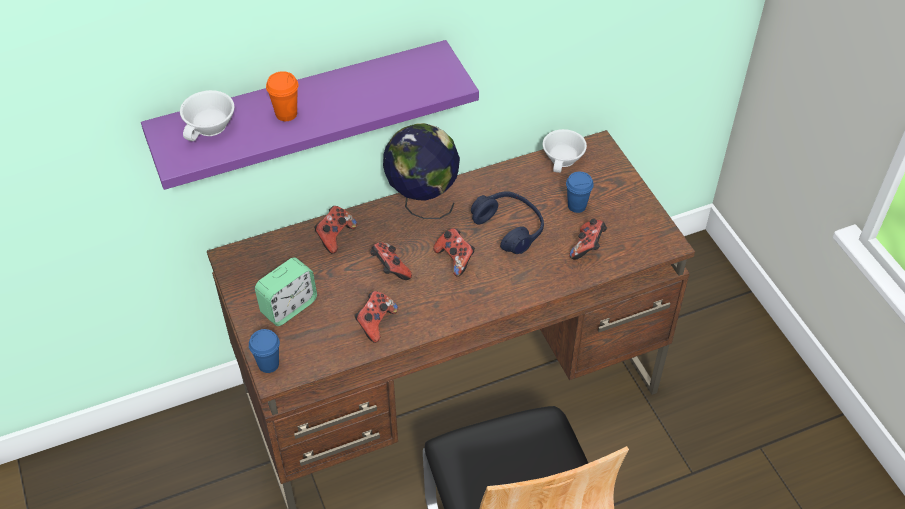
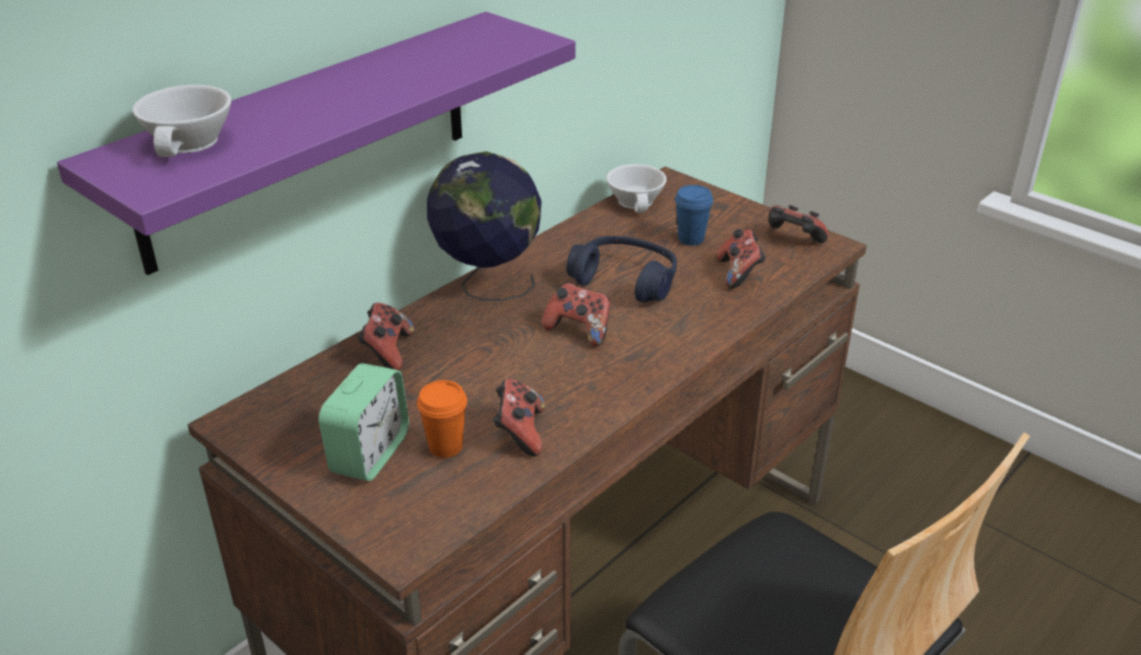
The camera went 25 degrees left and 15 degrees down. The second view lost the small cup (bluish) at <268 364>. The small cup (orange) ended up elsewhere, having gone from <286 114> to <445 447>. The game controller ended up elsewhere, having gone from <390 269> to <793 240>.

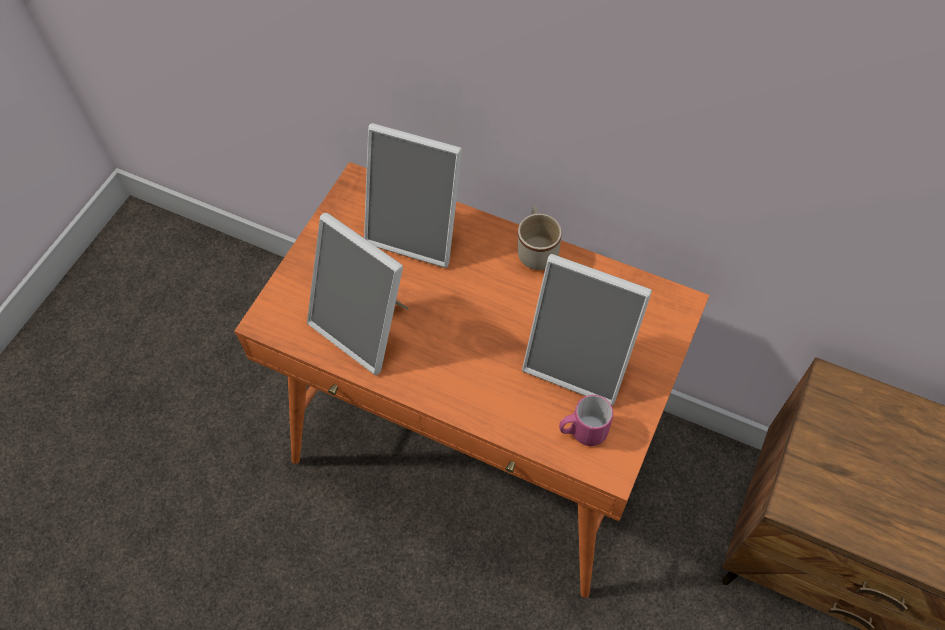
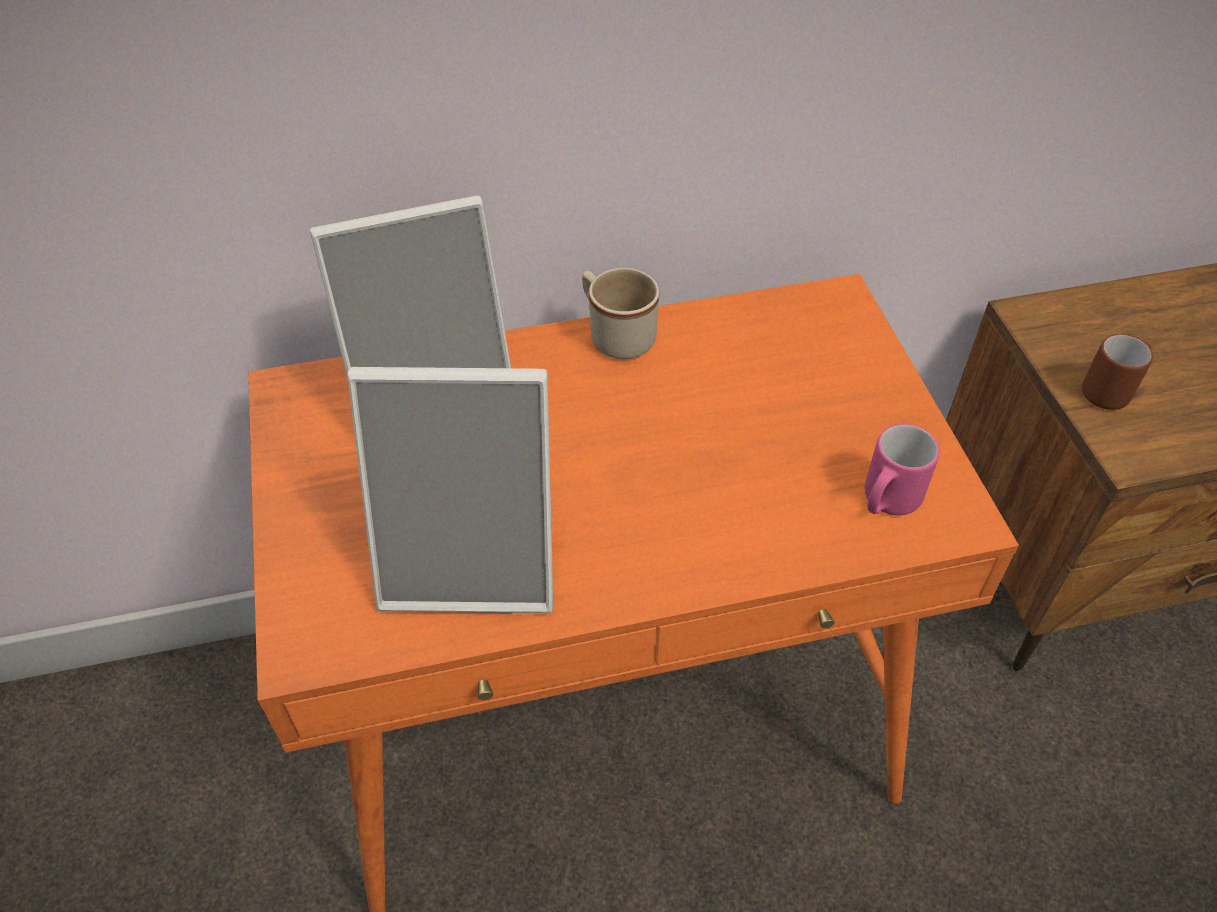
The camera went 40 degrees left and 10 degrees down. The second view lost the picture frame at <580 360>. The second view gained the mug (brown-coloured) at <1111 391>.

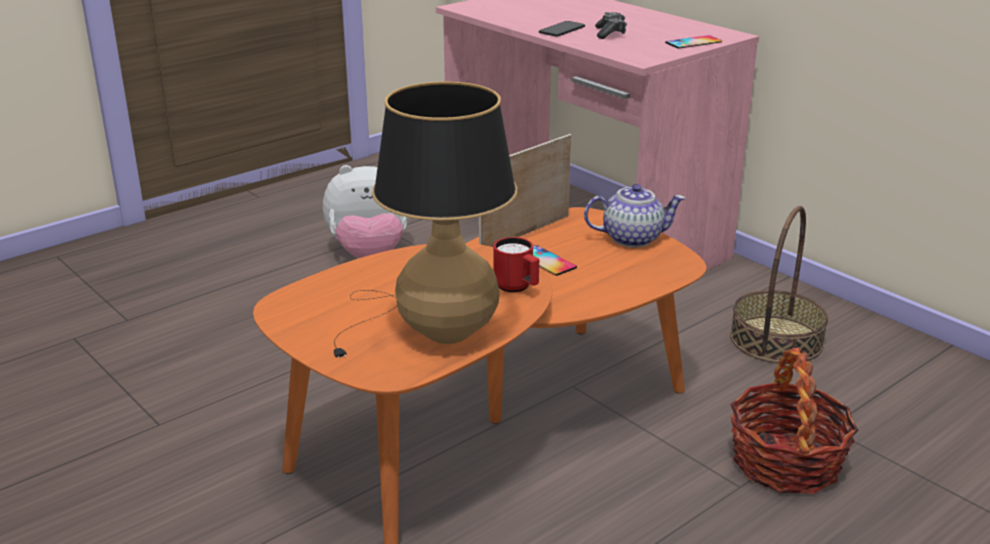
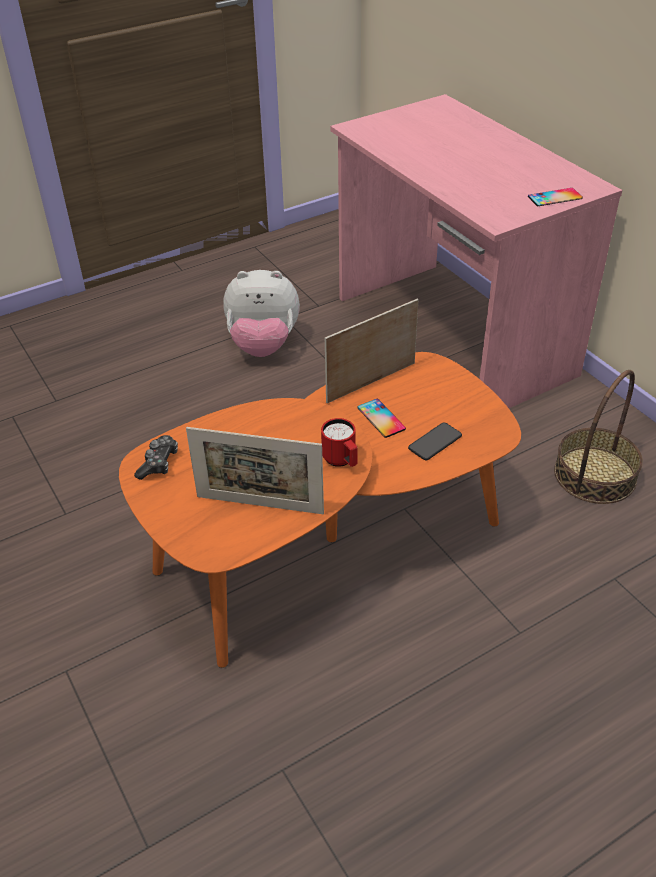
The camera went 10 degrees right and 15 degrees up. The second view lost the pot for tea at <632 238>. The second view lost the household basket at <785 463>. The handset ended up elsewhere, having gone from <562 30> to <435 442>. The game controller ended up elsewhere, having gone from <610 33> to <158 463>. Where the lamp for a table stood at <433 330>, the picture frame came to stand at <259 505>.

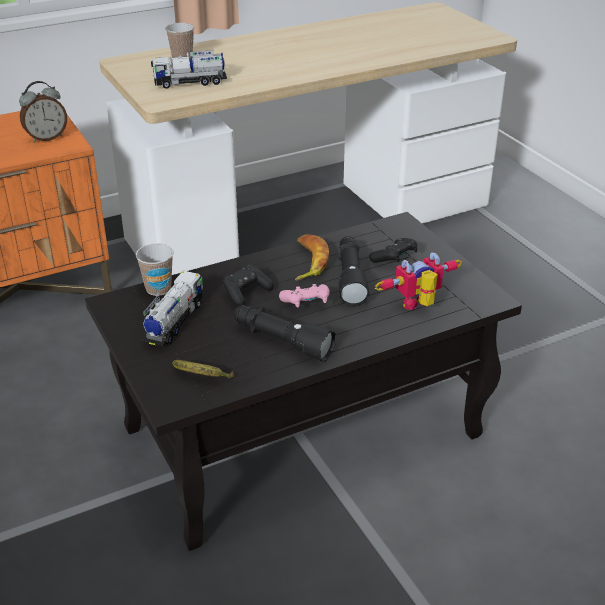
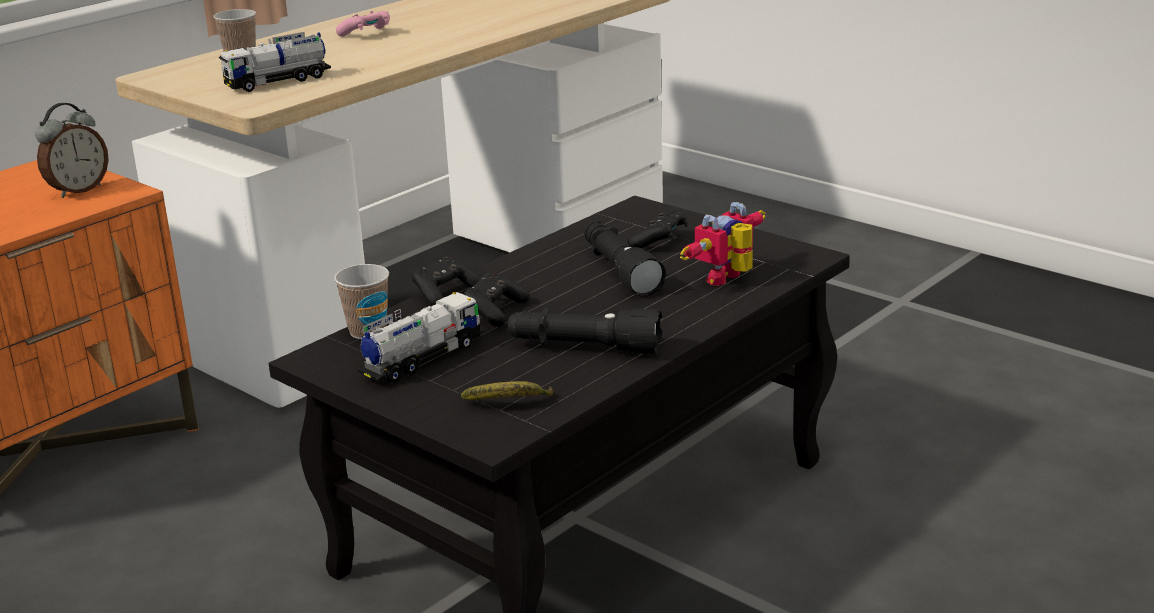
The camera went 20 degrees left and 10 degrees down. The second view lost the whole banana at <308 262>. The second view gained the game controller (black-coloured) at <445 294>. The game controller (pink-coloured) ended up elsewhere, having gone from <306 304> to <366 34>. The model truck at <174 322> ended up facing another way, 45 degrees clockwise from before.

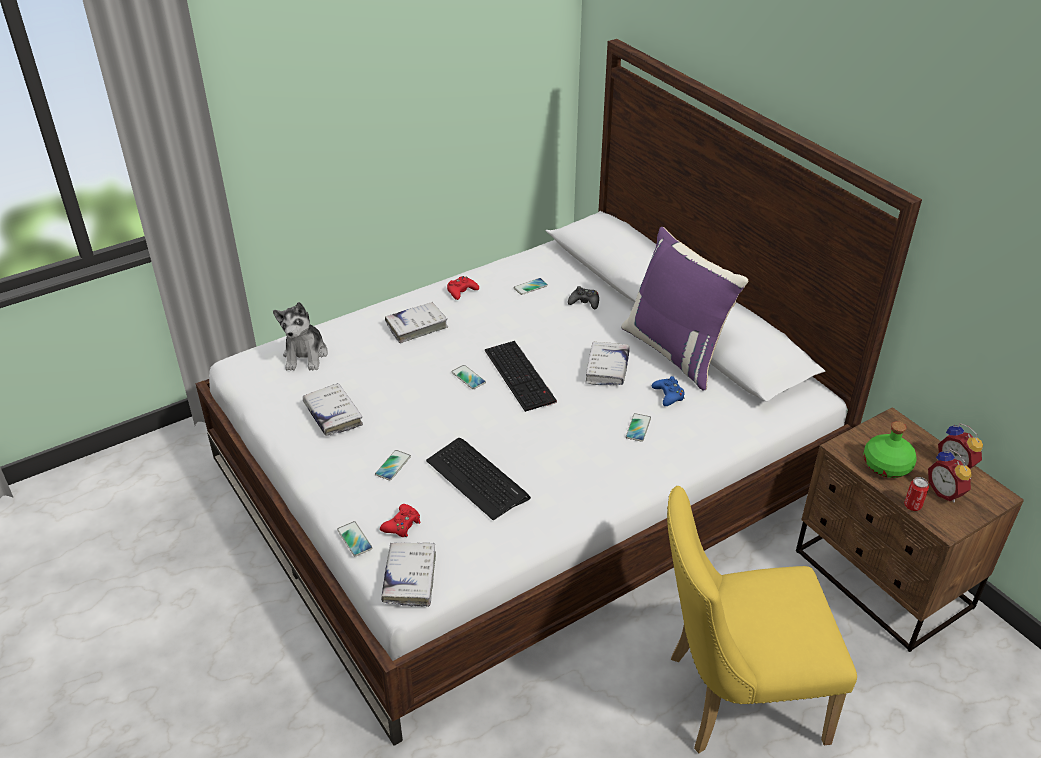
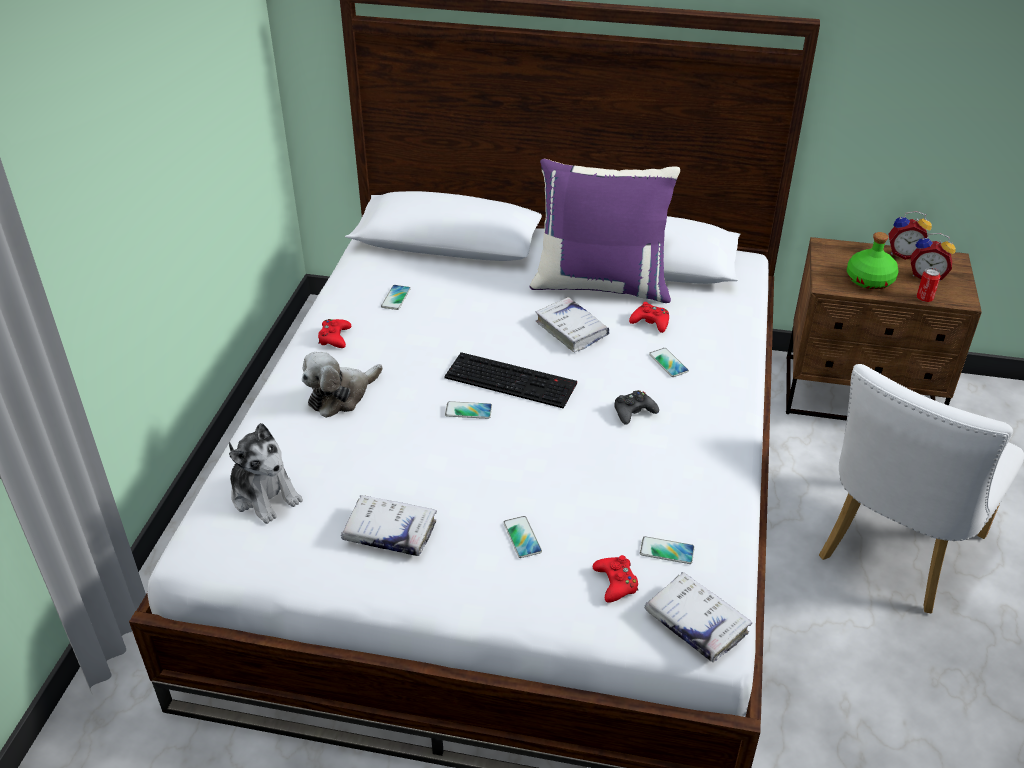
The camera went 45 degrees left and 0 degrees up. The second view lost the keyboard at <477 479>. The handset ended up elsewhere, having gone from <354 539> to <667 551>. The game controller (black-coloured) ended up elsewhere, having gone from <584 302> to <633 412>. Where the bound book (white) stood at <417 326>, the soft toy came to stand at <341 396>. What was the game controller (bluish) at <668 395> turned into the game controller (red) at <650 322>. What was the chair (yellow-coloured) at <733 698> turned into the chair (white) at <894 553>.

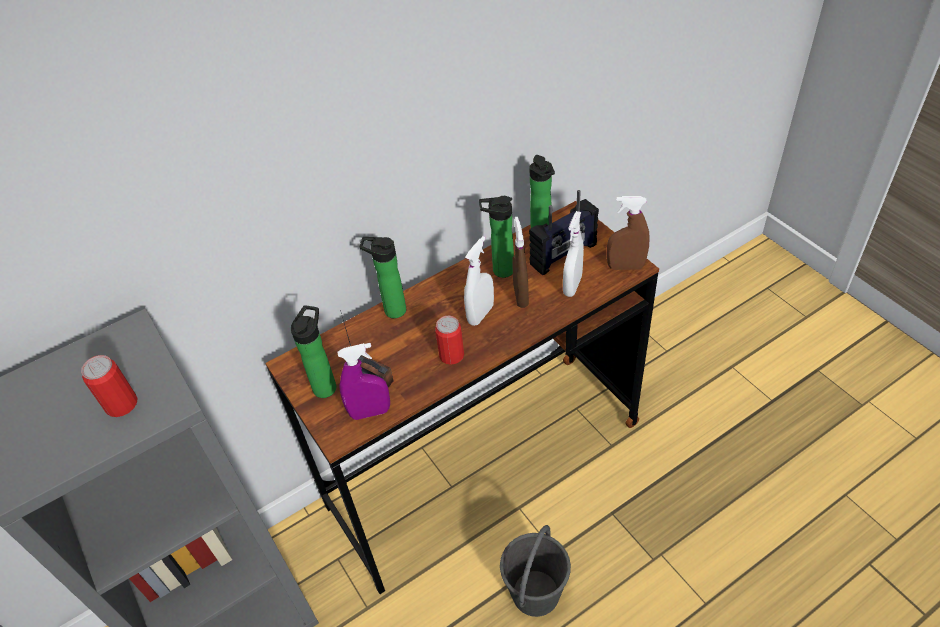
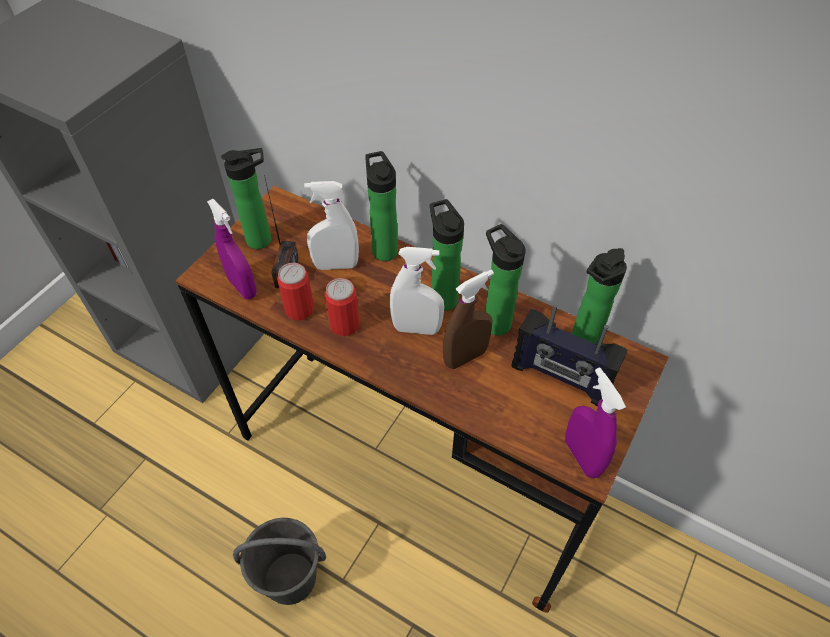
The camera went 60 degrees right and 5 degrees up. The second view gained the bottle at <442 297>. The sealed can ended up elsewhere, having gone from <121 404> to <299 309>. The spray bottle (white) ended up elsewhere, having gone from <572 286> to <336 265>. What was the spray bottle (brown-coloured) at <625 266> turned into the spray bottle (purple-coloured) at <581 457>.

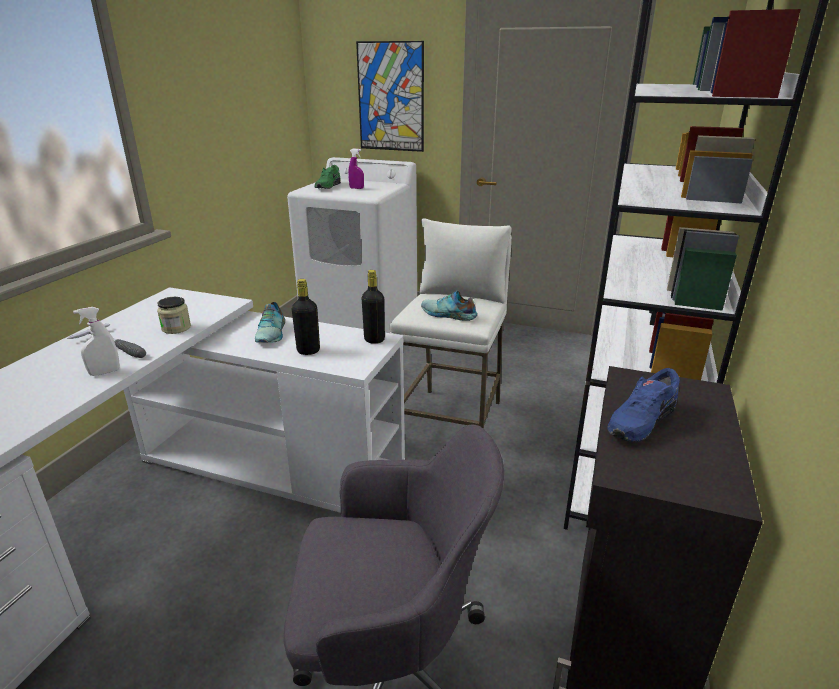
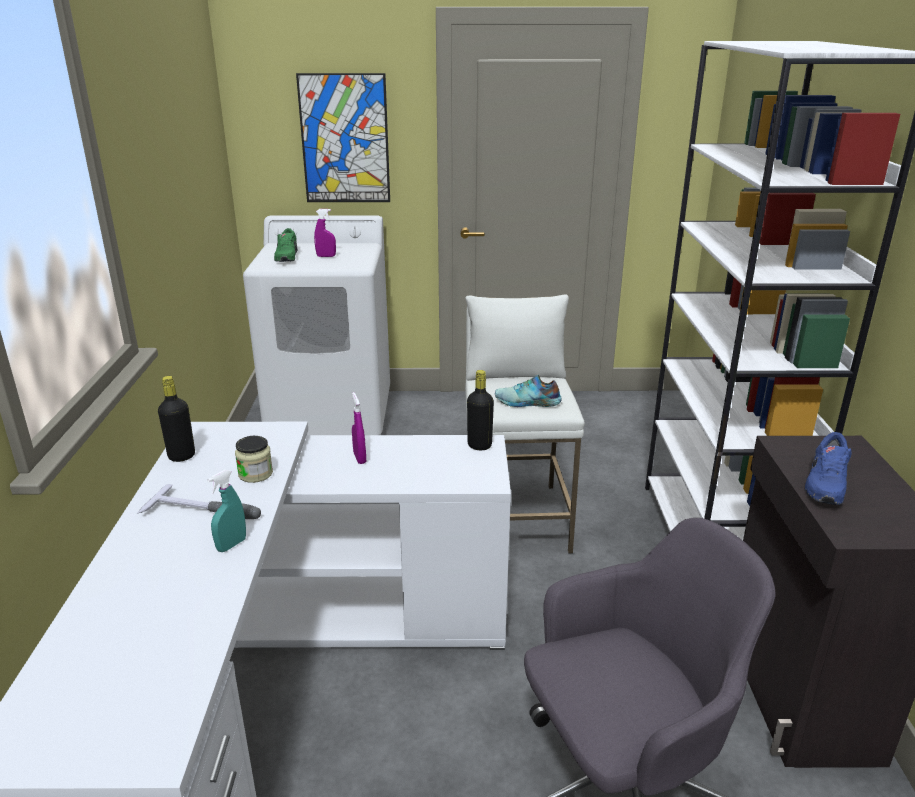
The camera went 20 degrees left and 0 degrees up. The bottle (black-coloured) ended up elsewhere, having gone from <308 351> to <181 456>. Where the shoe stood at <272 333>, the spray bottle (purple-coloured) came to stand at <359 458>. What was the spray bottle (white) at <105 372> turned into the spray bottle (blue-green) at <231 545>.

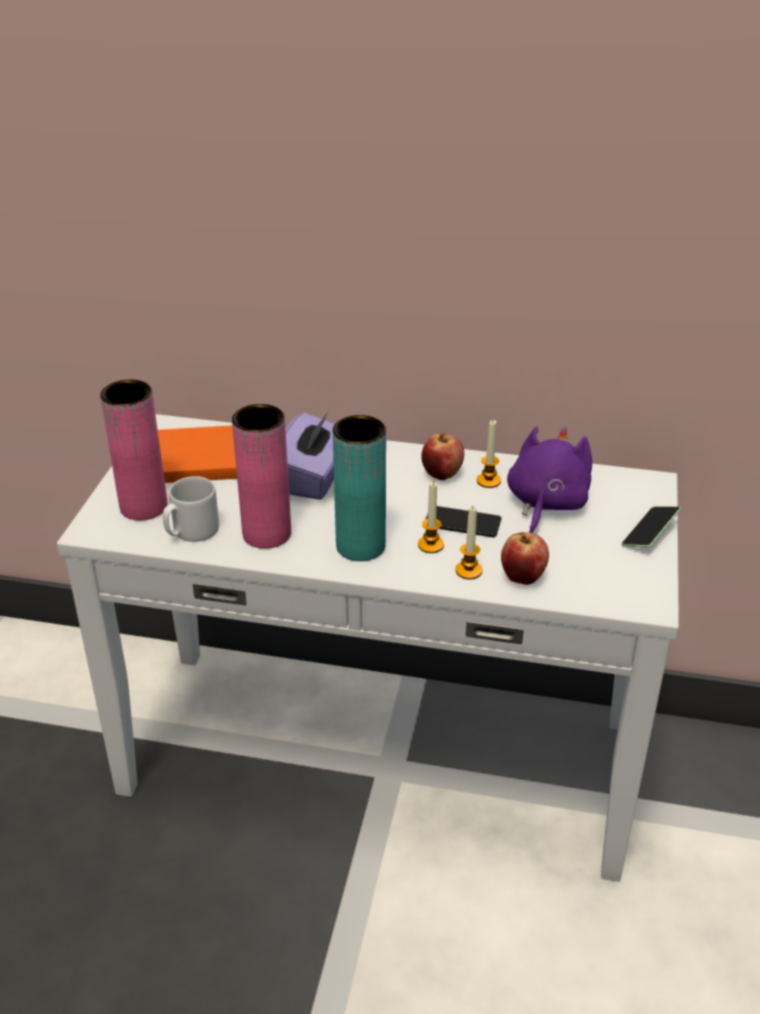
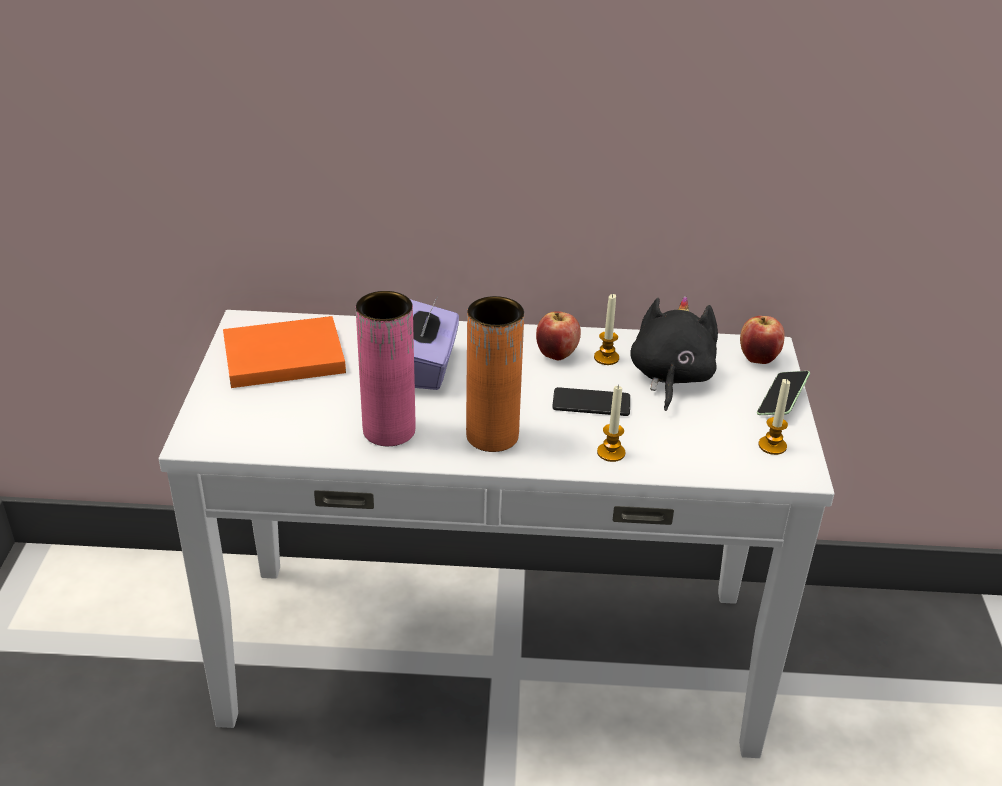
The camera went 10 degrees left and 0 degrees up. The second view lost the decorative vase (pink-coloured) at <143 507>. The second view lost the mug (white) at <191 531>. The candle ended up elsewhere, having gone from <430 545> to <772 446>. The whole apple ended up elsewhere, having gone from <523 577> to <758 358>. What was the decorative vase (blue-green) at <360 546> turned into the decorative vase (orange) at <492 436>. What was the soft toy (purple-coloured) at <545 503> turned into the soft toy (black-coloured) at <670 377>.

